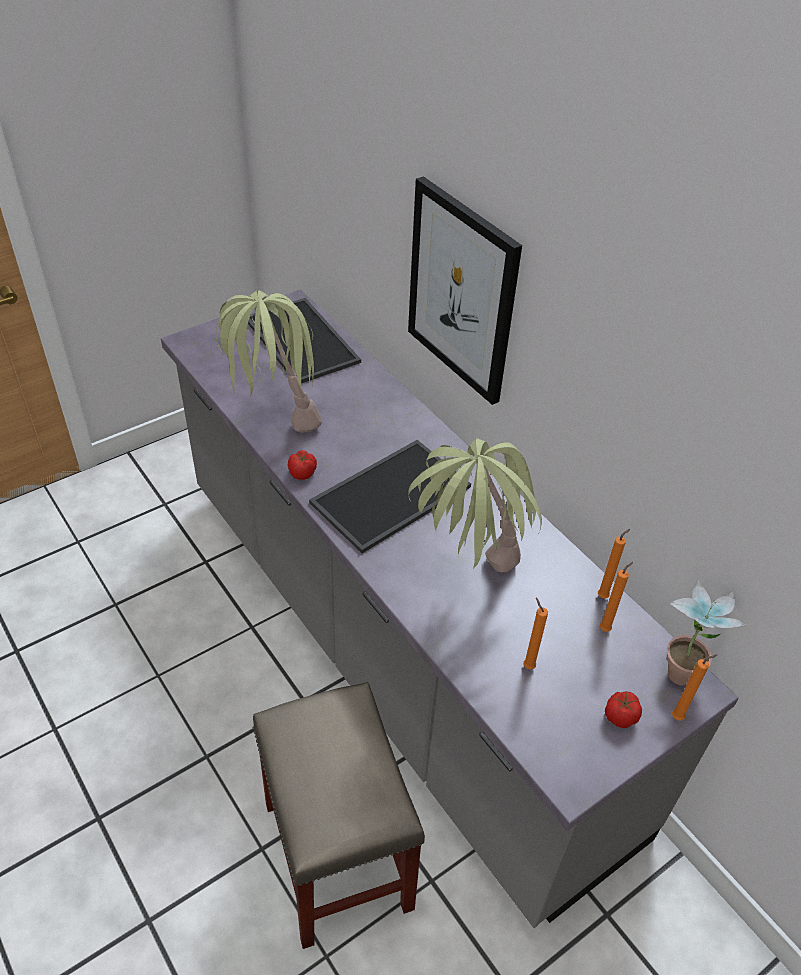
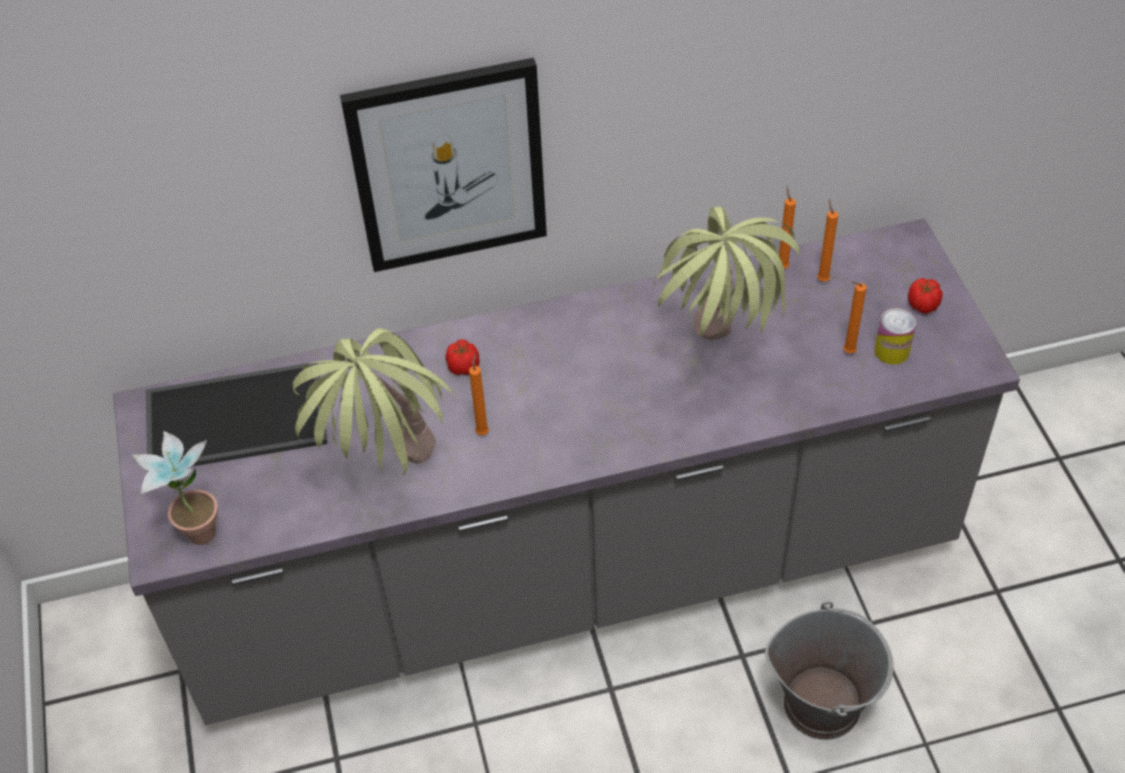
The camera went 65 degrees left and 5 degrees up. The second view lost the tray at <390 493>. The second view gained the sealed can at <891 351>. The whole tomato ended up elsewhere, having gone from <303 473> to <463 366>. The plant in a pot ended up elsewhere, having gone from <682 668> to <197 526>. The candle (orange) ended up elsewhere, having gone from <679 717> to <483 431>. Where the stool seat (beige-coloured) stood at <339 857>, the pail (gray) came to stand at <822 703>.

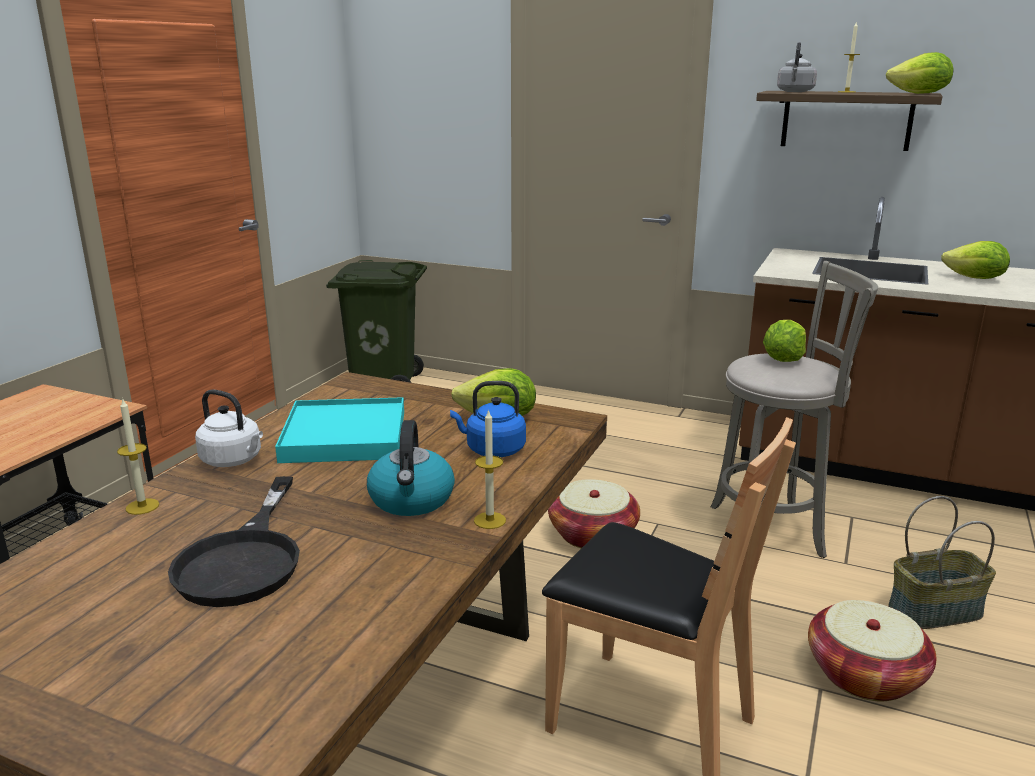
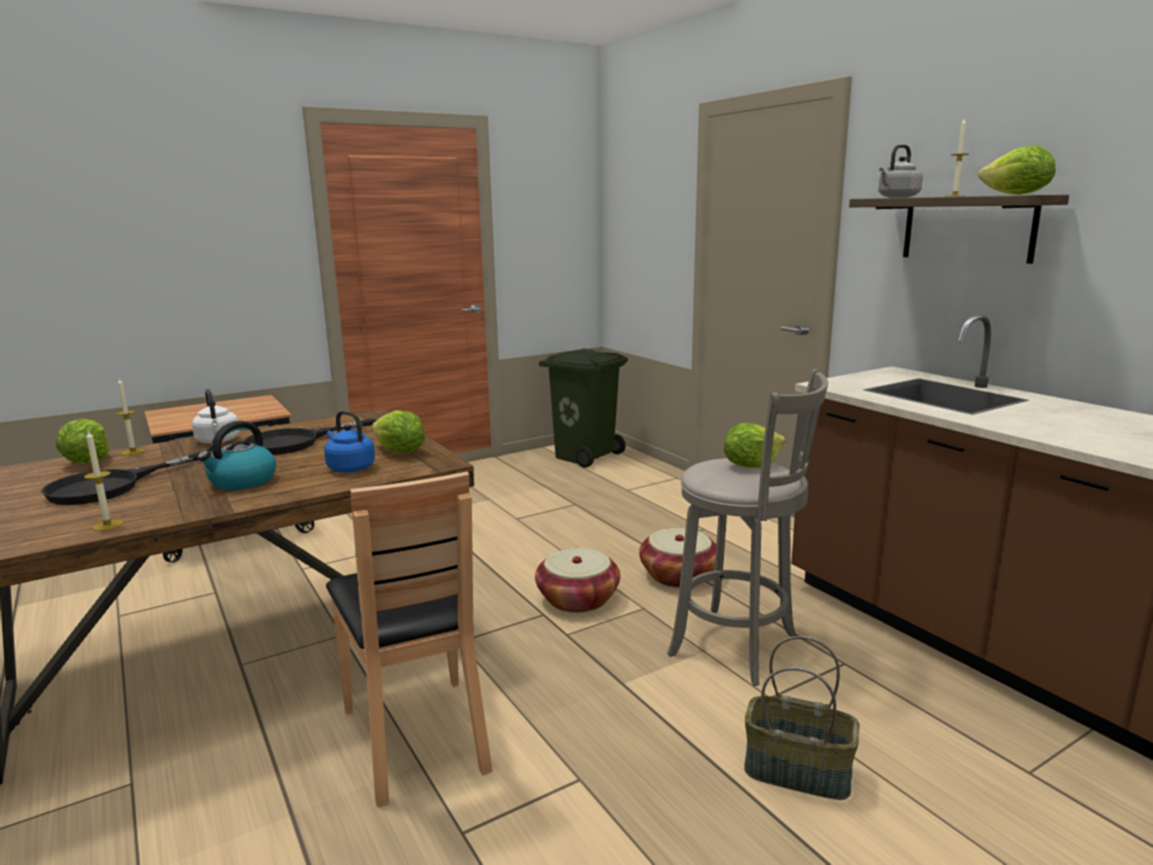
The camera went 35 degrees right and 5 degrees down. The candle ended up elsewhere, having gone from <490 520> to <107 525>. The household basket ended up elsewhere, having gone from <865 675> to <679 576>. The lettuce head ended up elsewhere, having gone from <975 279> to <88 461>. Where the tray (blue-green) stood at <345 436>, the frying pan (black-coloured) came to stand at <295 442>.

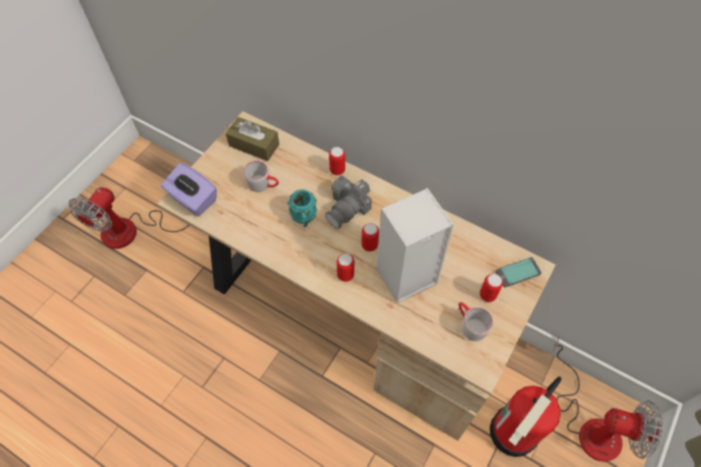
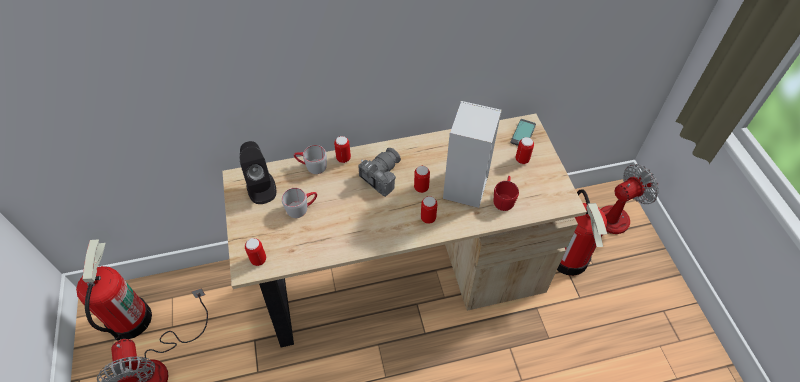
The camera went 45 degrees left and 5 degrees down. The second view lost the mug (blue-green) at <304 219>. The second view gained the fire-fighting cylinder at <129 319>. The second view gained the mug (red) at <504 198>. The mug (gray) ended up elsewhere, having gone from <469 325> to <311 166>. Where the tissue holder (purple-coloured) stood at <193 199>, the sealed can came to stand at <258 259>. Where the tissue holder (brown-coloured) stood at <254 145>, the speaker (black-coloured) came to stand at <261 187>. The still camera at <348 208> ended up facing another way, 135 degrees counterclockwise from before.

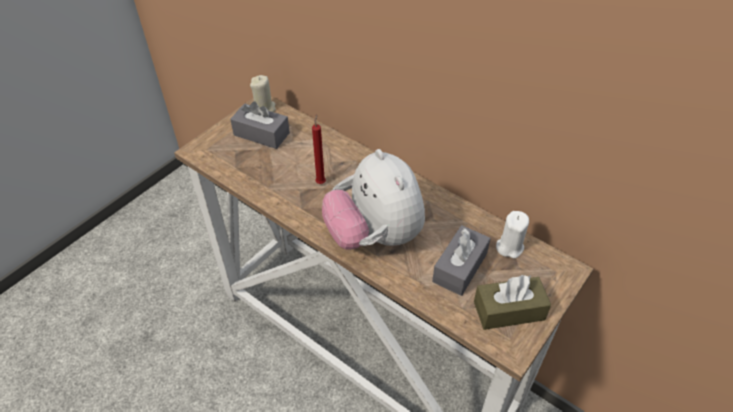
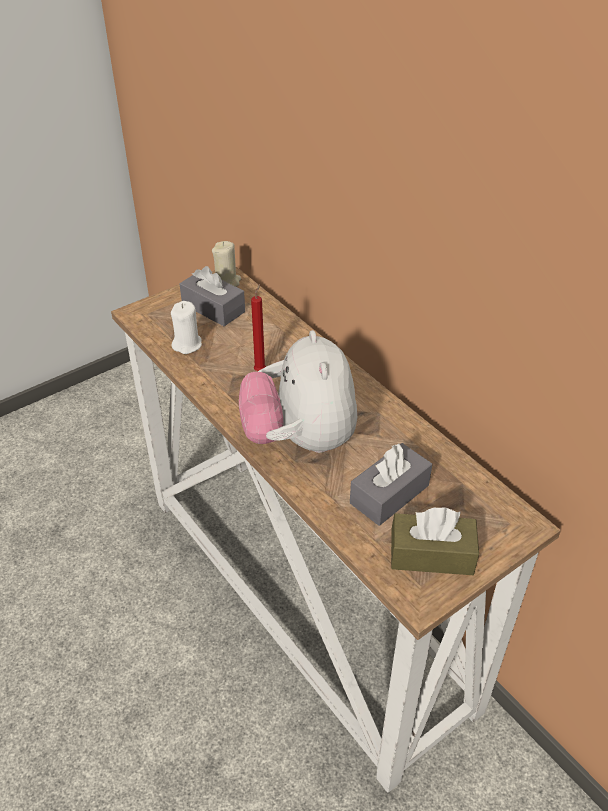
The camera went 15 degrees right and 5 degrees down. The candle (white) ended up elsewhere, having gone from <509 247> to <187 344>.

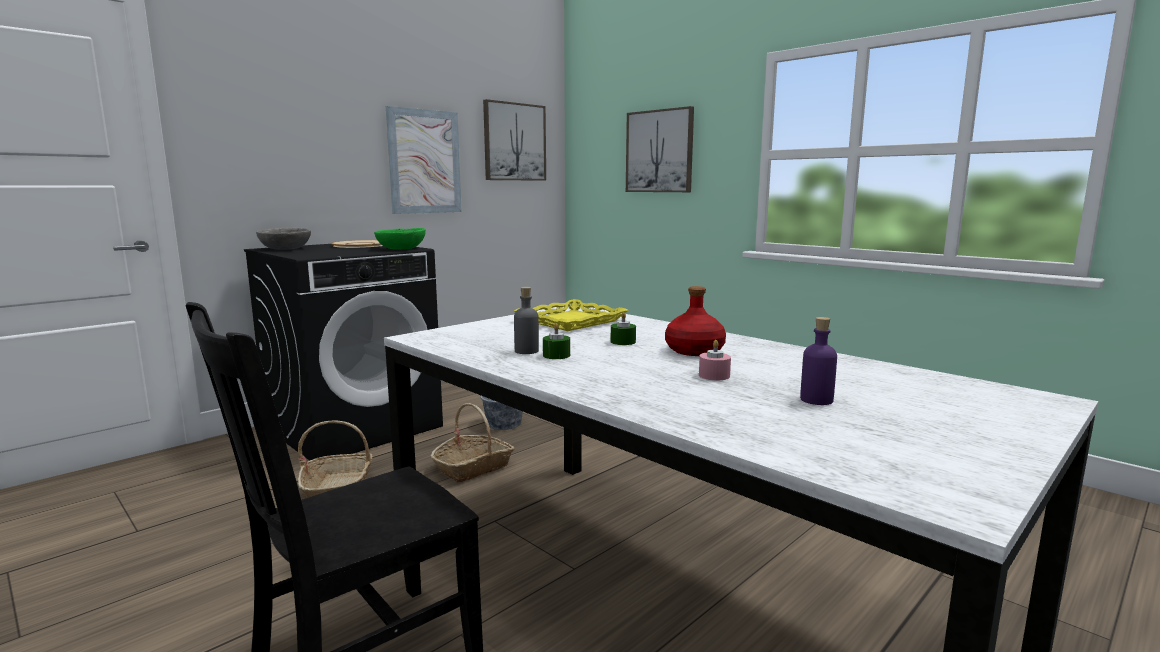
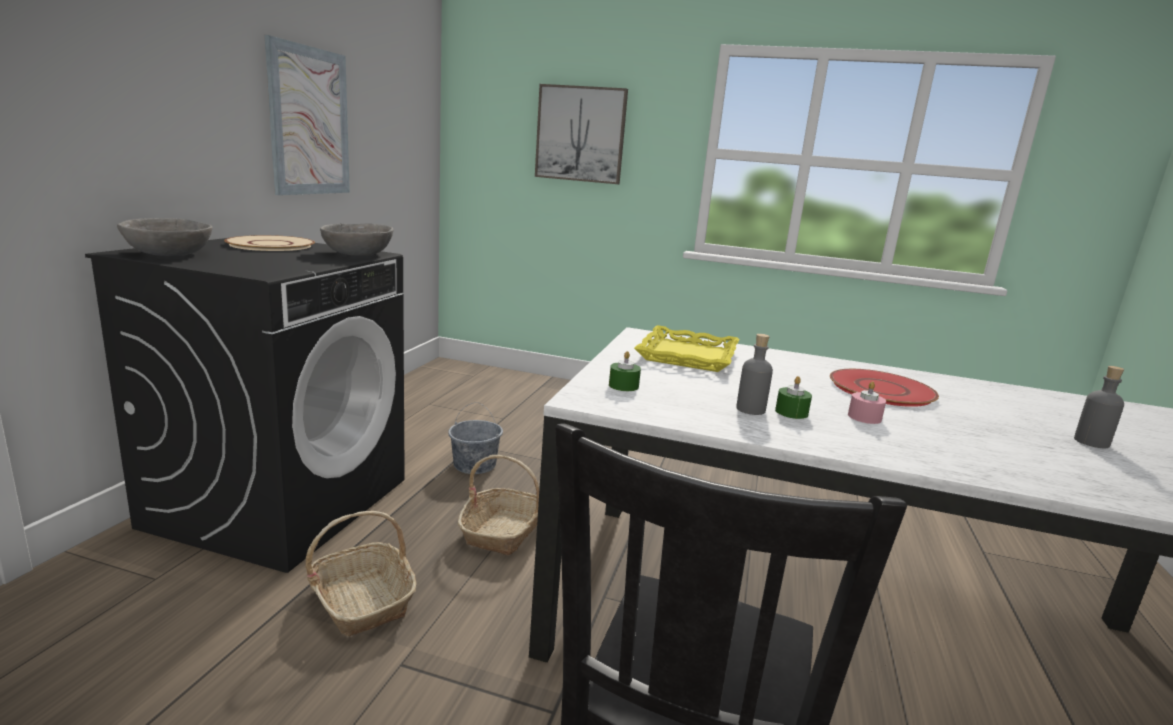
The camera went 30 degrees left and 5 degrees up. The second view lost the wall art at <514 142>. The candle (greenish) ended up elsewhere, having gone from <623 342> to <623 386>. The candle (pink-coloured) ended up elsewhere, having gone from <714 375> to <864 417>. Where the bottle (red) stood at <694 350>, the flat dish (red) came to stand at <880 389>. What was the bowl (greenish) at <401 248> turned into the bowl (gray) at <358 254>. What was the bottle (purple-coloured) at <816 400> turned into the bottle (gray) at <1091 442>.

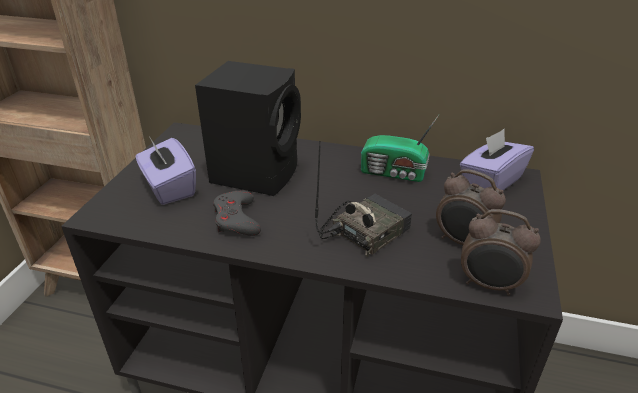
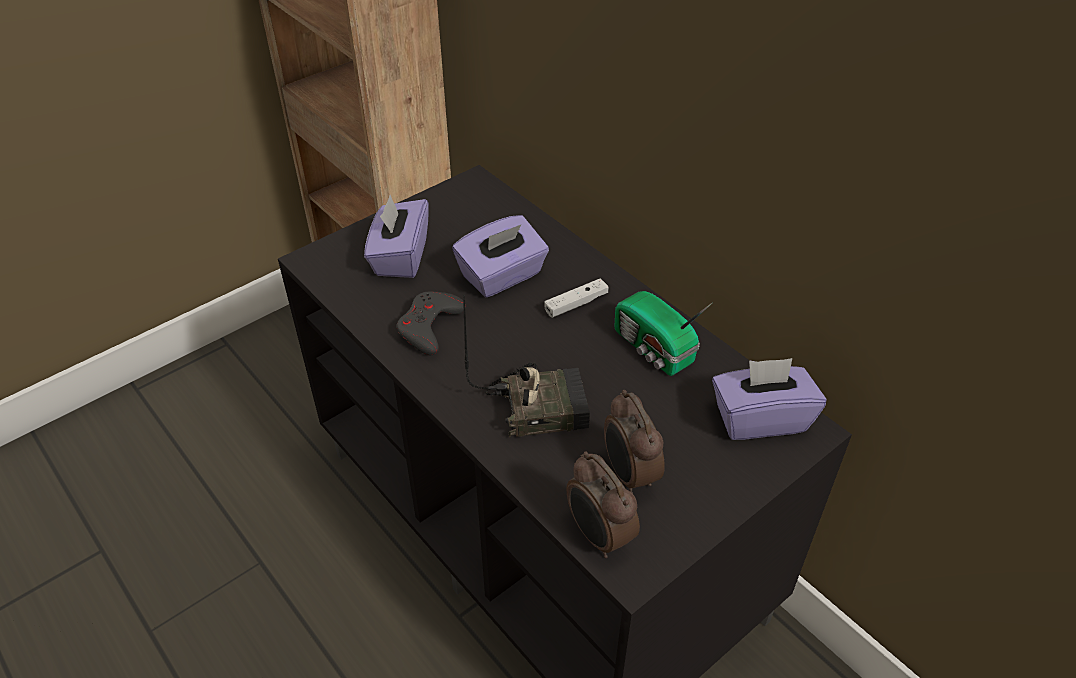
The camera went 35 degrees right and 10 degrees up. The second view gained the game controller (white) at <576 304>. Where the speaker (black-coloured) stood at <257 172>, the tissue holder (purple-coloured) came to stand at <502 276>.

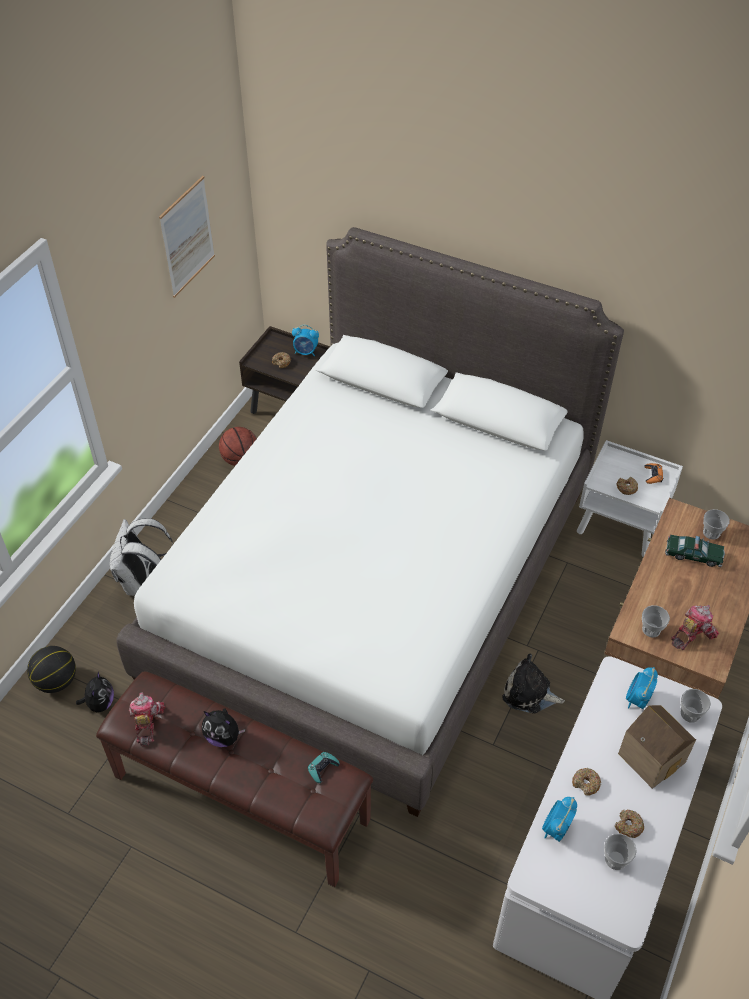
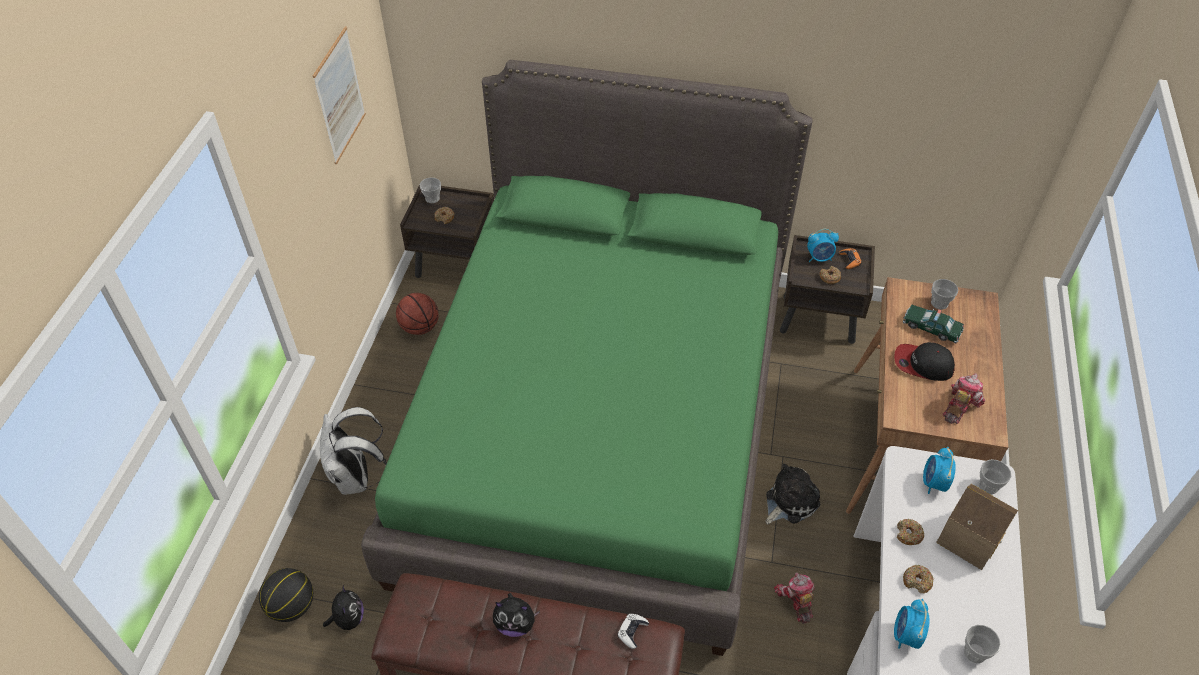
The camera went 15 degrees left and 0 degrees up. The second view gained the cap at <922 364>. The toy robot ended up elsewhere, having gone from <146 723> to <795 600>. The bedside clock ended up elsewhere, having gone from <306 352> to <819 258>. The ring doughnut ended up elsewhere, having gone from <628 826> to <908 535>. The small cup ended up elsewhere, having gone from <651 630> to <432 198>. What was the bed (white) at <375 583> turned into the bed (greenish) at <600 424>. What was the game controller (blue-green) at <322 768> turned into the game controller (white) at <632 632>. What was the nightstand (white) at <620 528> turned into the nightstand (brown-coloured) at <819 319>. The soft toy at <529 693> ended up facing another way, 135 degrees clockwise from before. The miniature car at <693 555> ended up facing another way, 150 degrees counterclockwise from before.

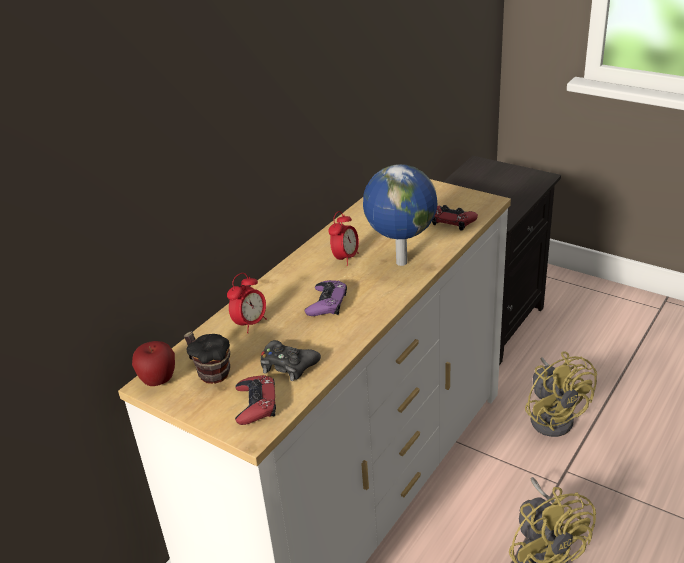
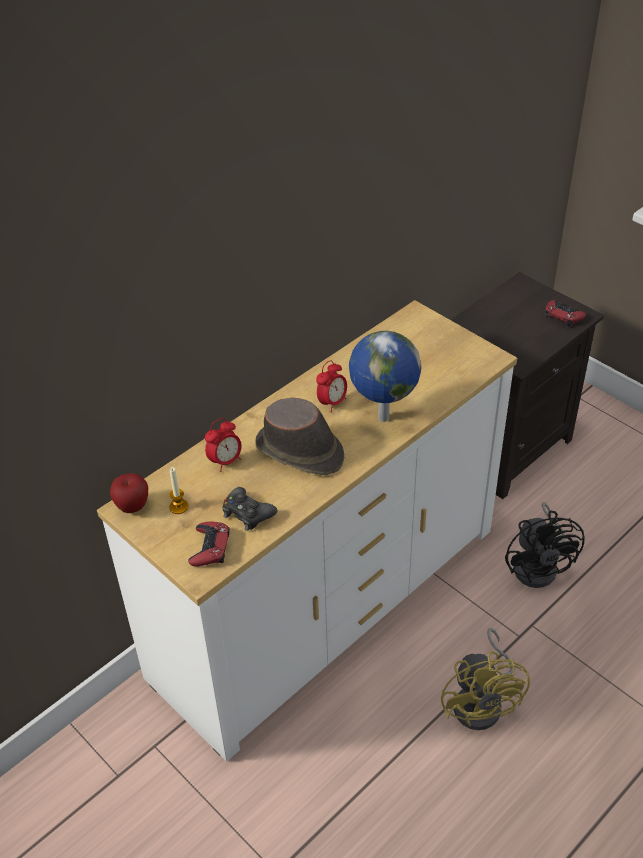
The camera went 10 degrees right and 10 degrees up. The game controller (red) ended up elsewhere, having gone from <452 221> to <563 316>. Where the mug stood at <210 372>, the candle came to stand at <179 507>. Where the game controller (purple-coloured) stood at <327 303>, the wearable hat (brown-coloured) came to stand at <300 452>. What was the electric fan (yellow-coloured) at <554 416> turned into the electric fan (black-coloured) at <539 565>.

